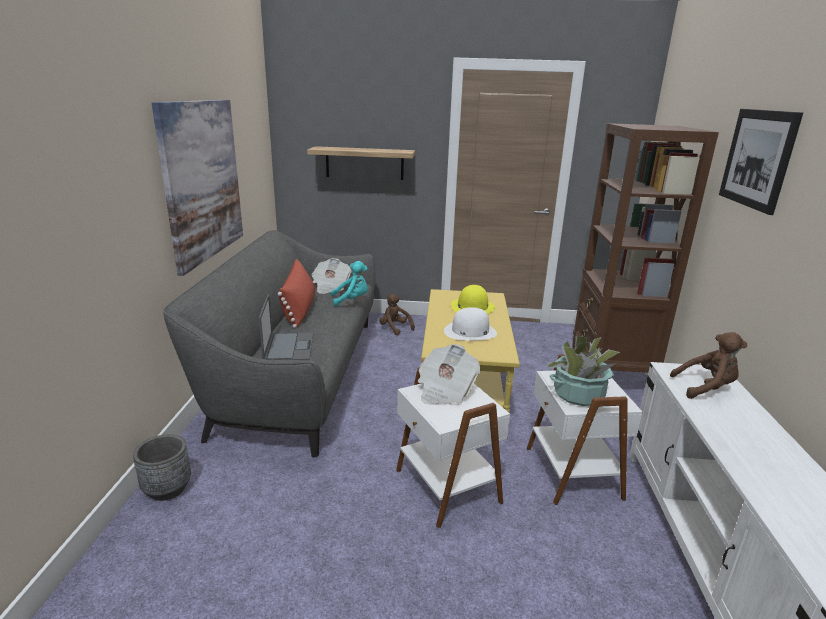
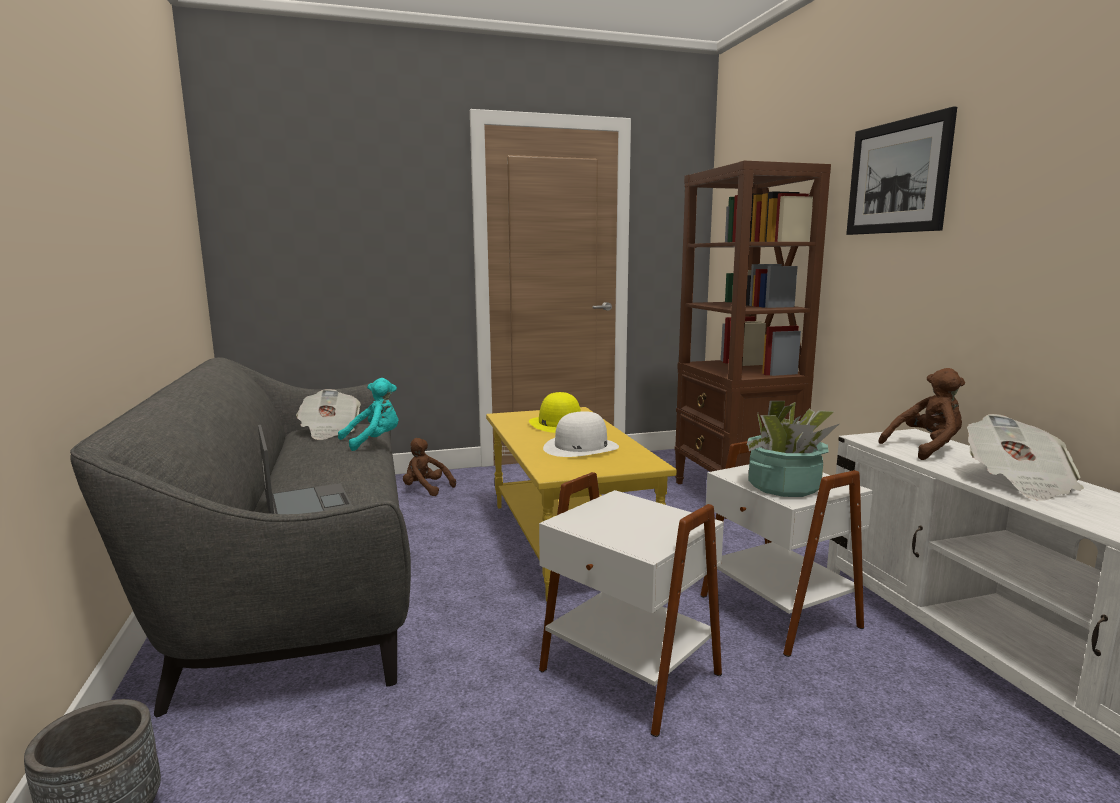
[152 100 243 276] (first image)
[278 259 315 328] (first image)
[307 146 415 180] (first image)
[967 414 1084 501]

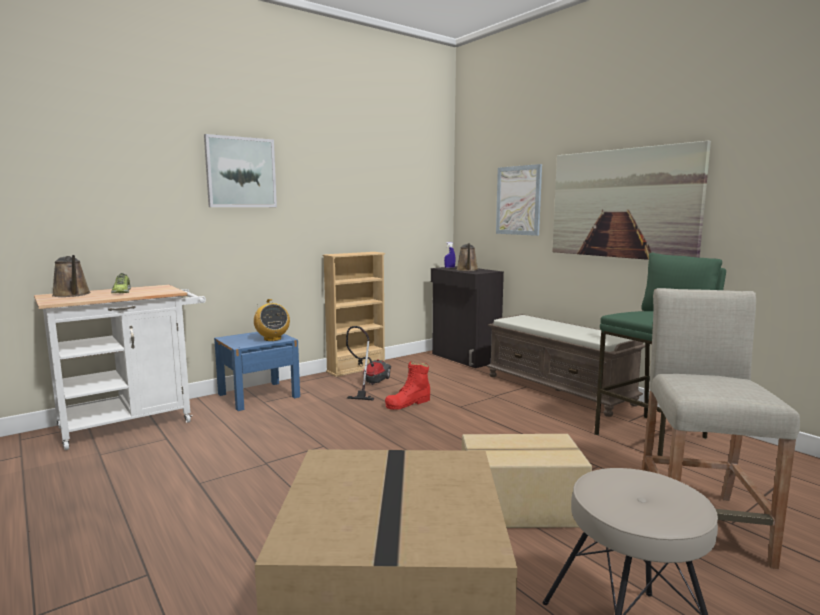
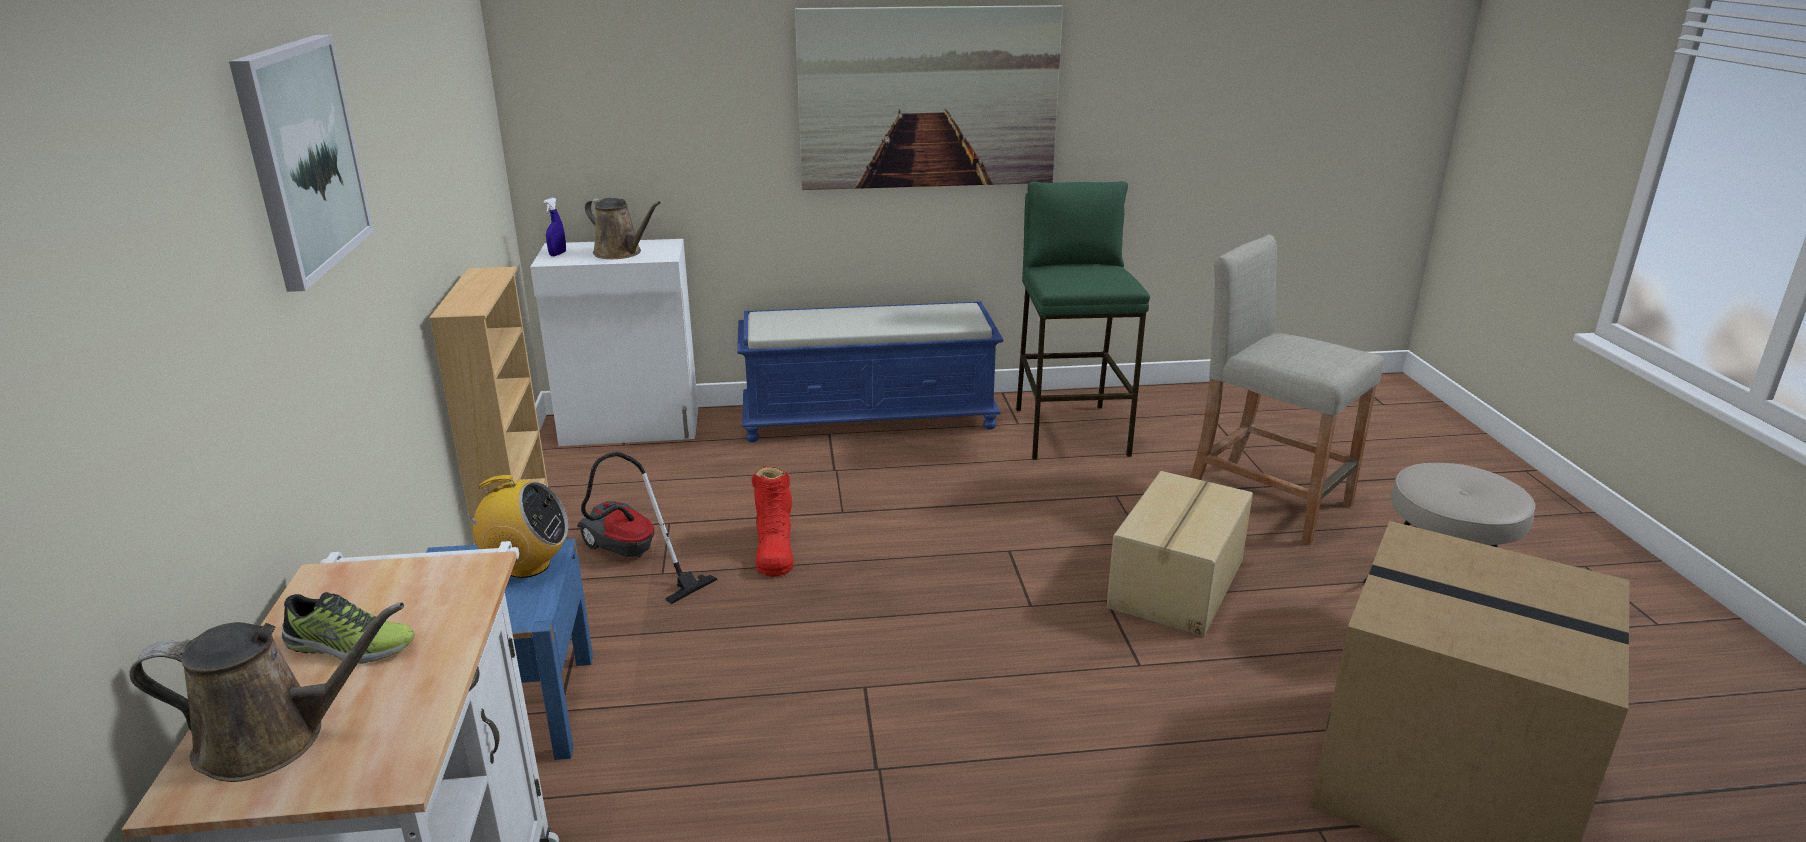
[530 239 698 446]
[737 301 1004 442]
[496 164 542 236] (first image)

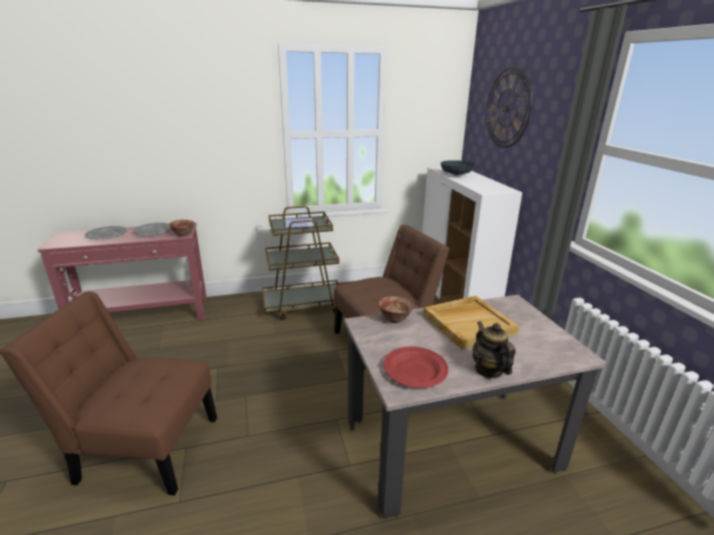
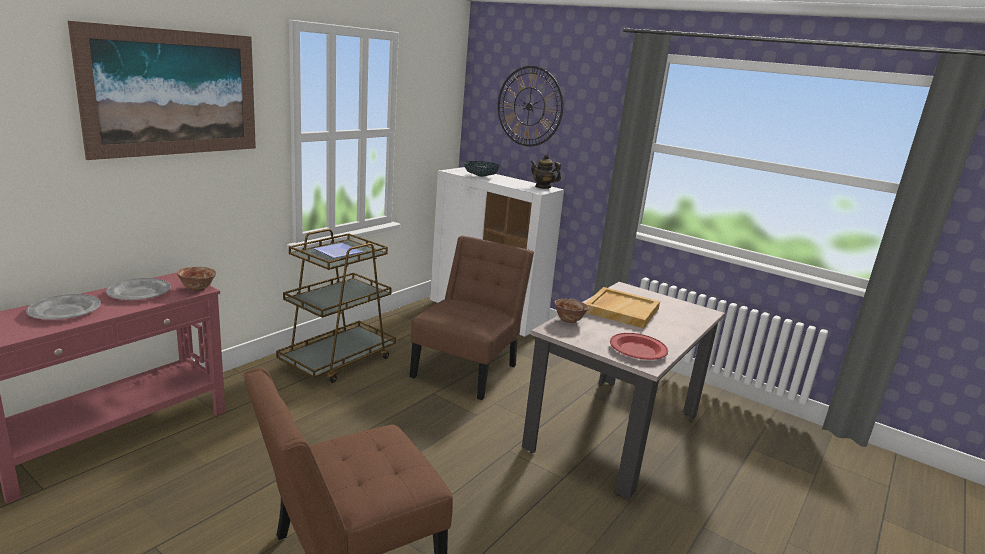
[530 154 561 189]
[68 21 256 160]

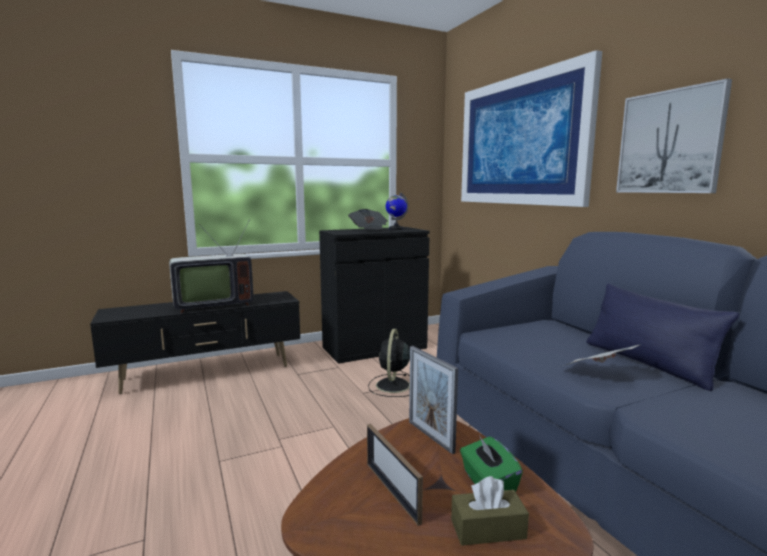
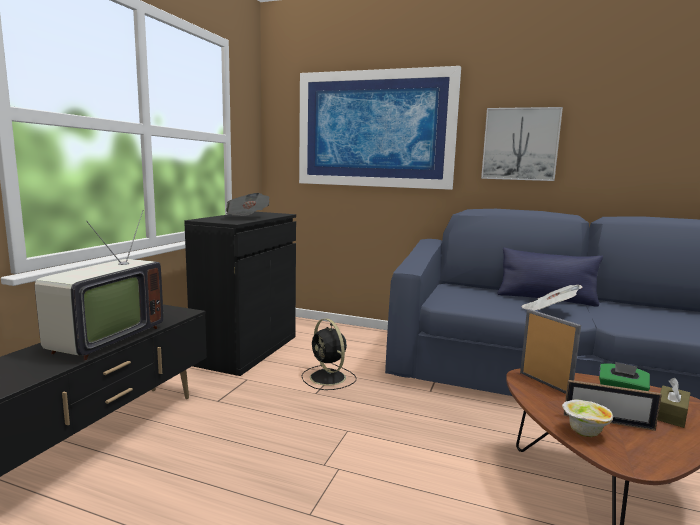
[386 193 408 230] (first image)
[520 309 581 394]
[562 399 613 437]

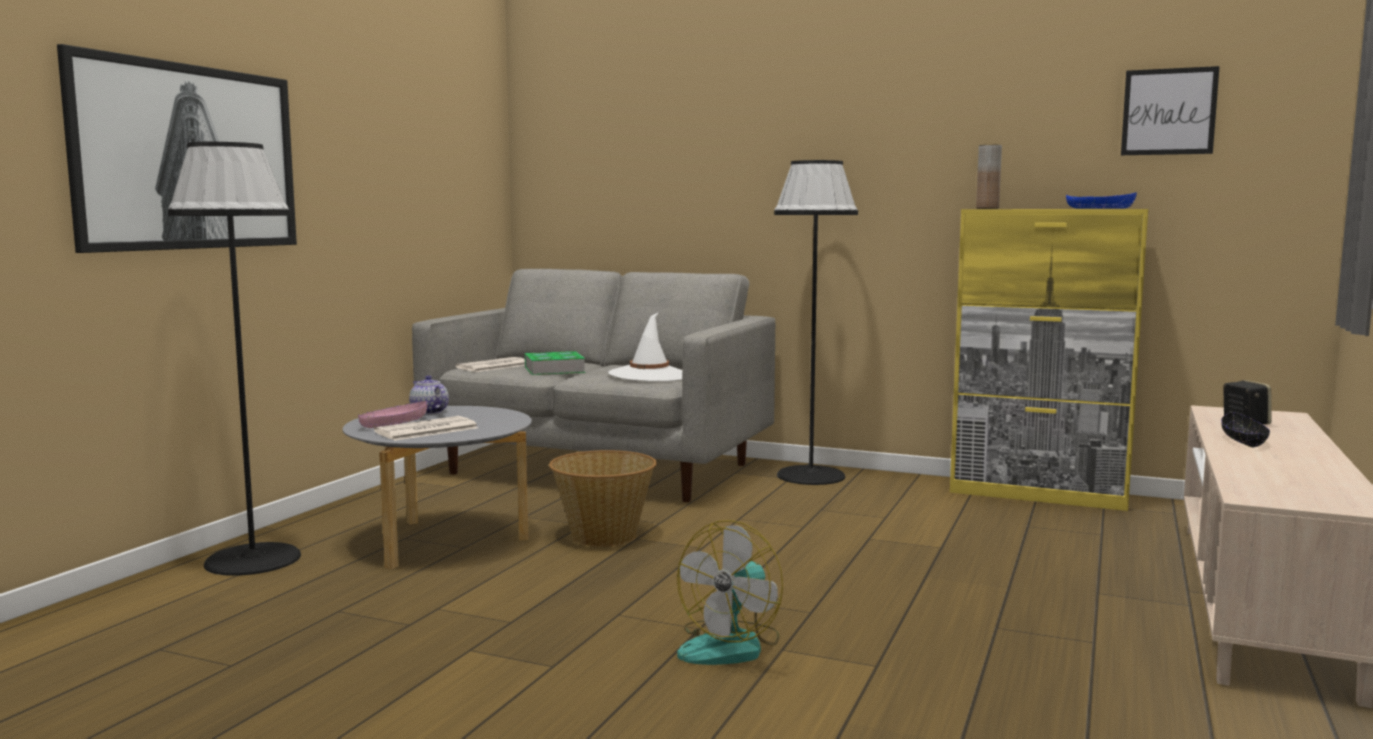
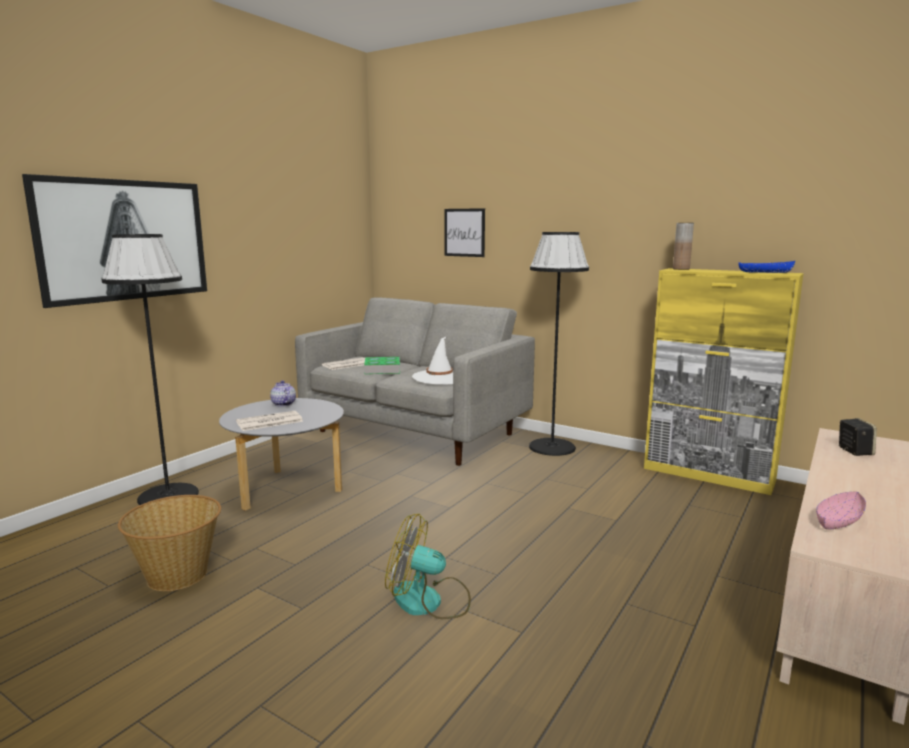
[816 491 866 530]
[118 495 221 591]
[385 514 471 619]
[444 208 485 257]
[1221 412 1270 447] (first image)

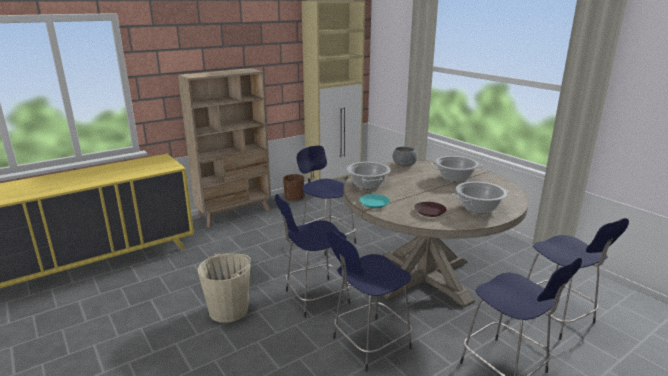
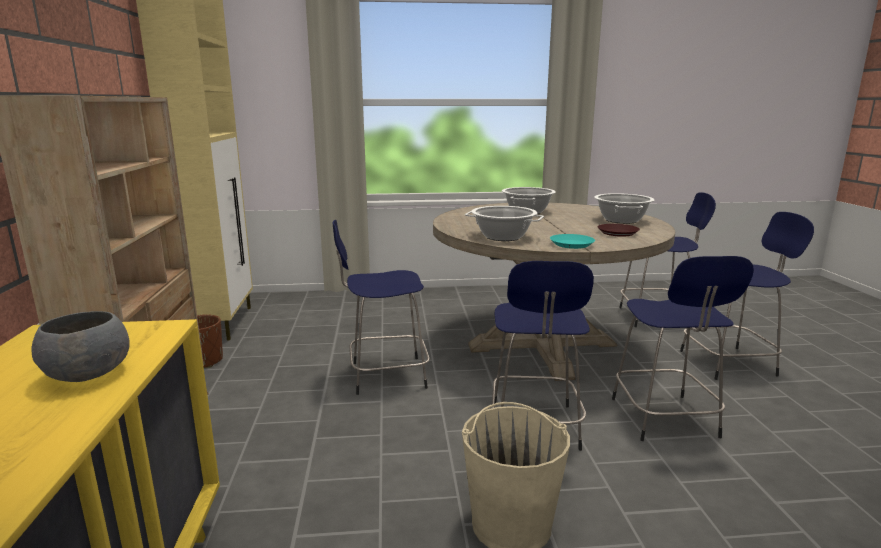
[32 311 130 382]

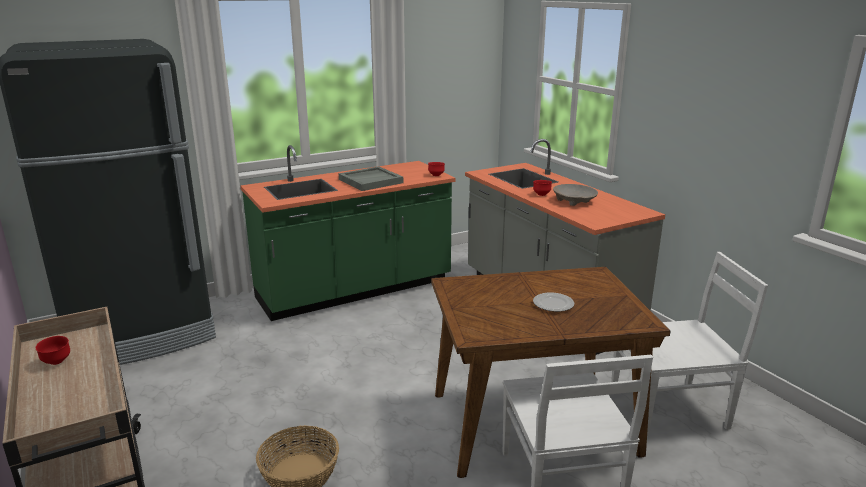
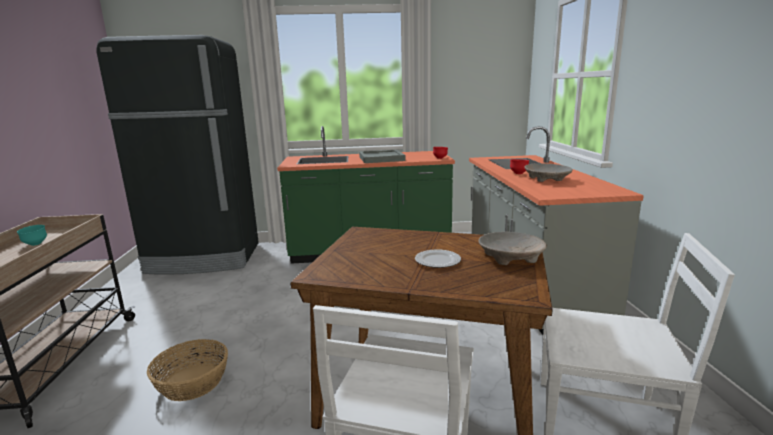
[17 225 47 246]
[478 232 547 265]

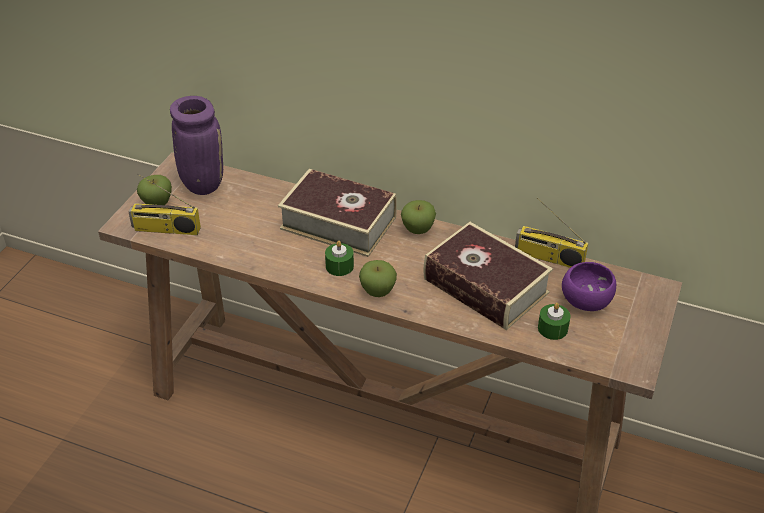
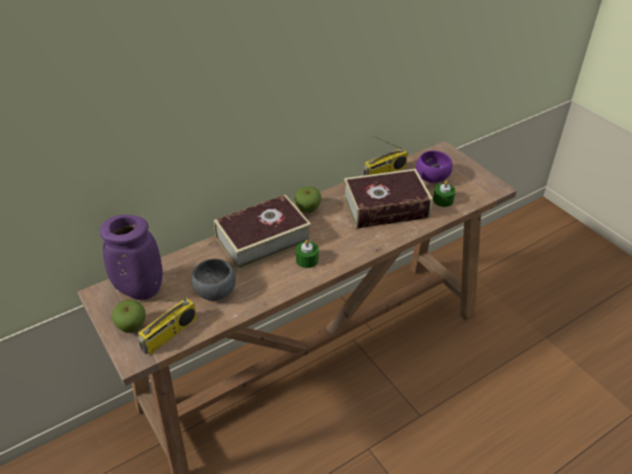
[359 260 397 297] (first image)
[191 259 236 301]

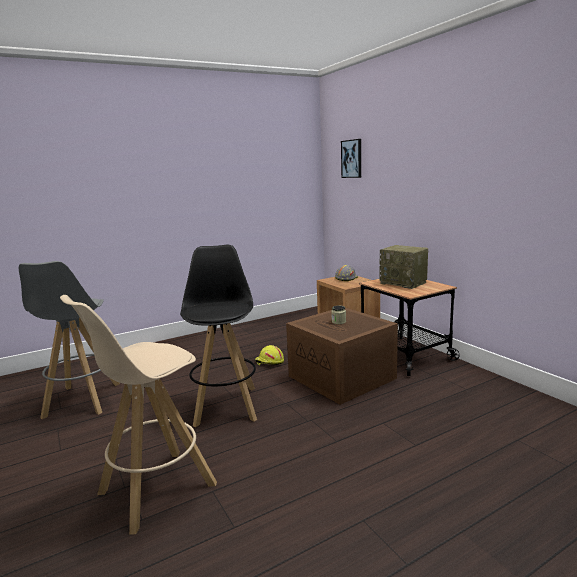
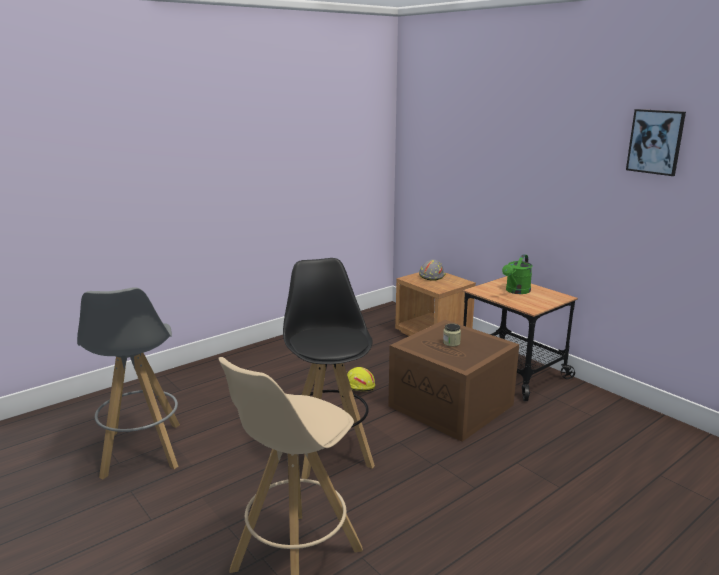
[626 109 686 176]
[502 254 533 294]

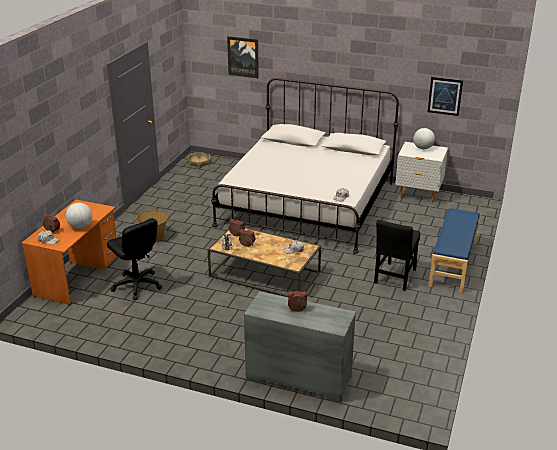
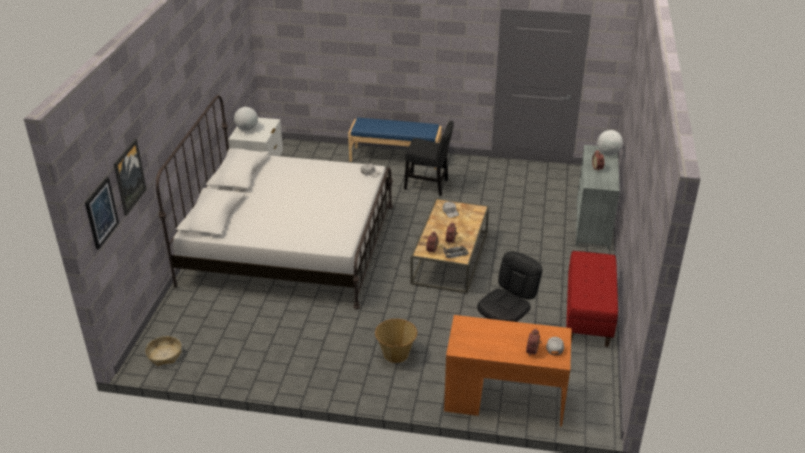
[597 130 623 155]
[85 177 119 250]
[566 251 618 347]

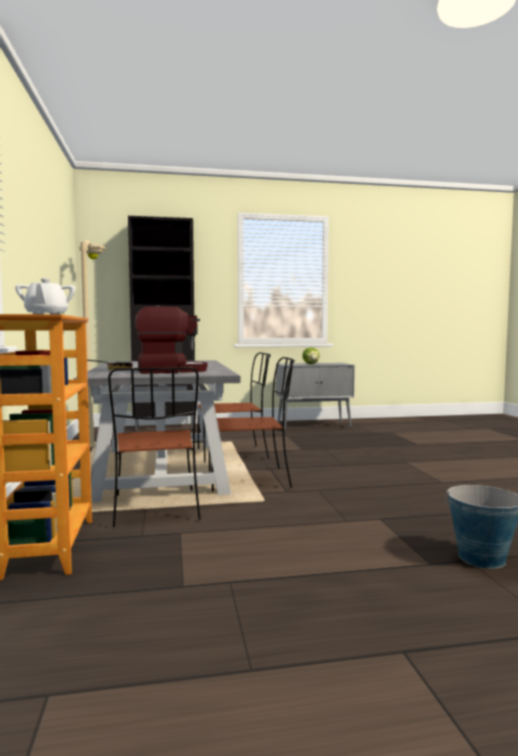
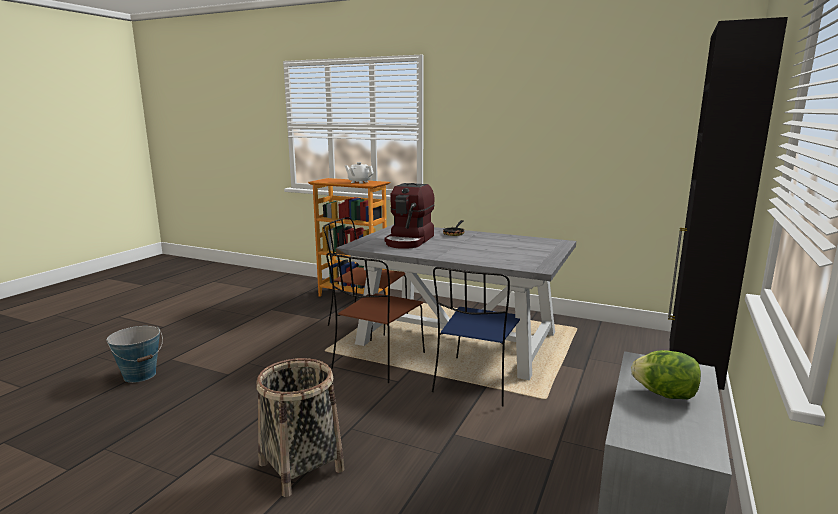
[79 240 106 448] (first image)
[432 267 520 406]
[256 358 345 497]

